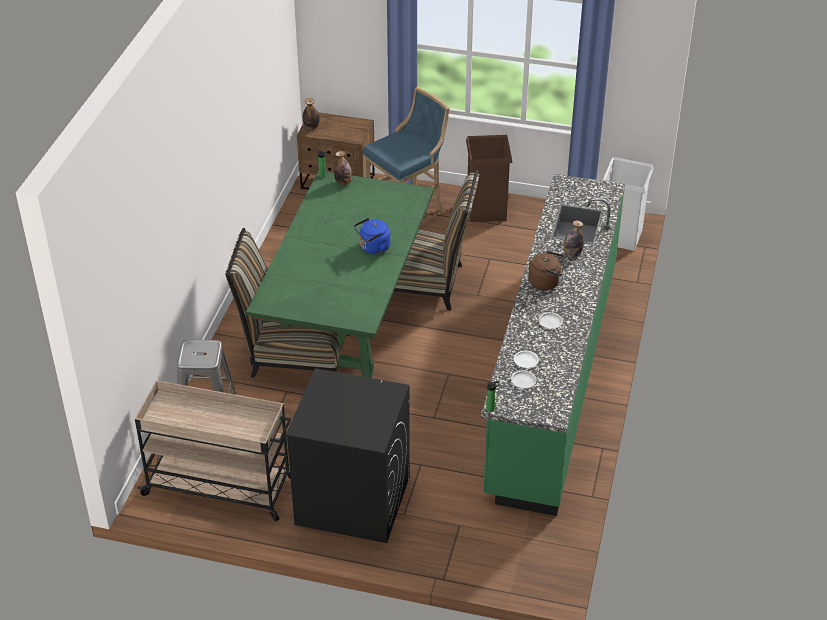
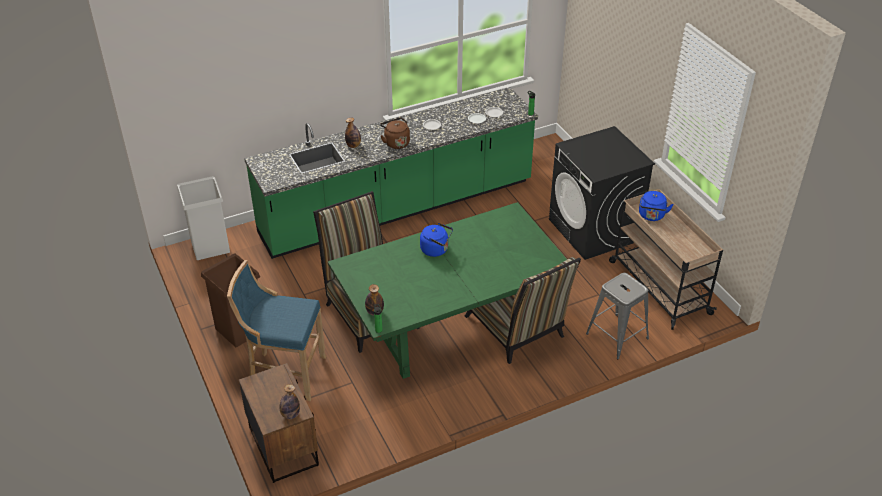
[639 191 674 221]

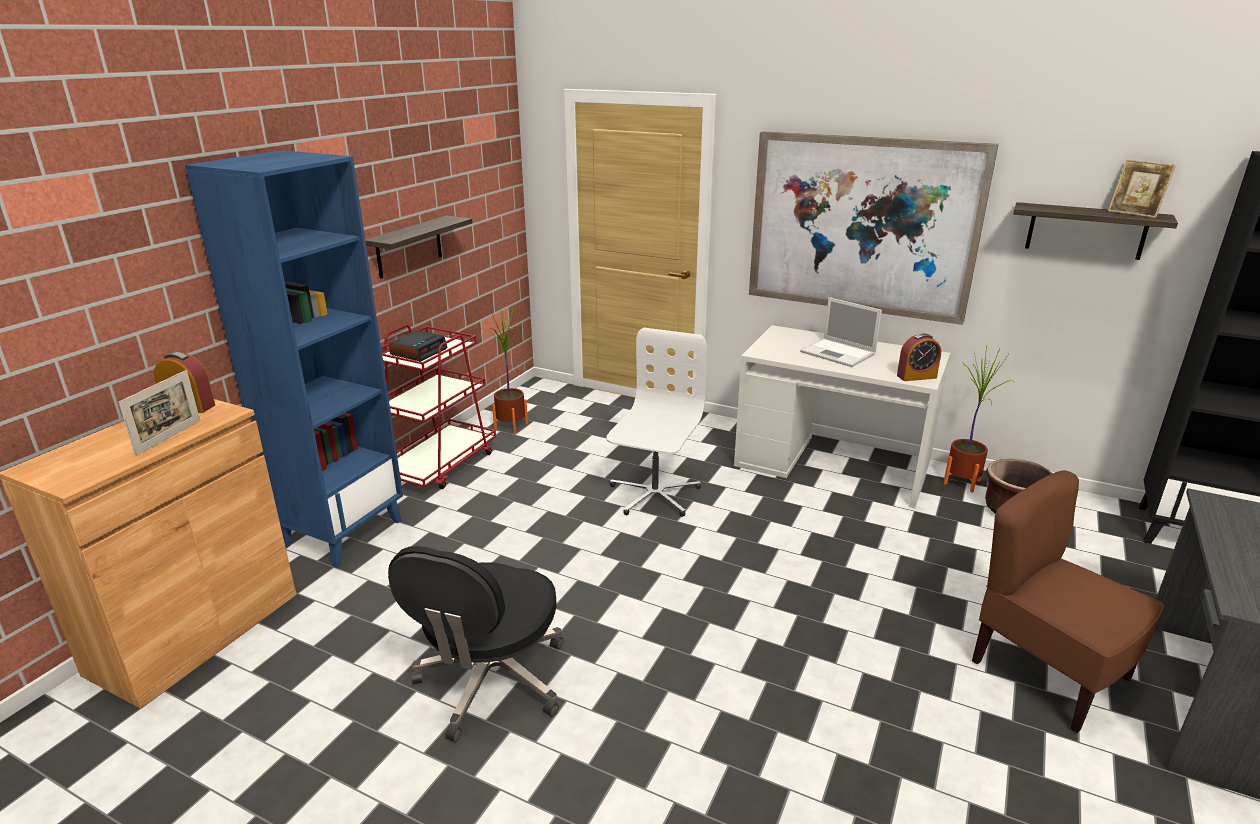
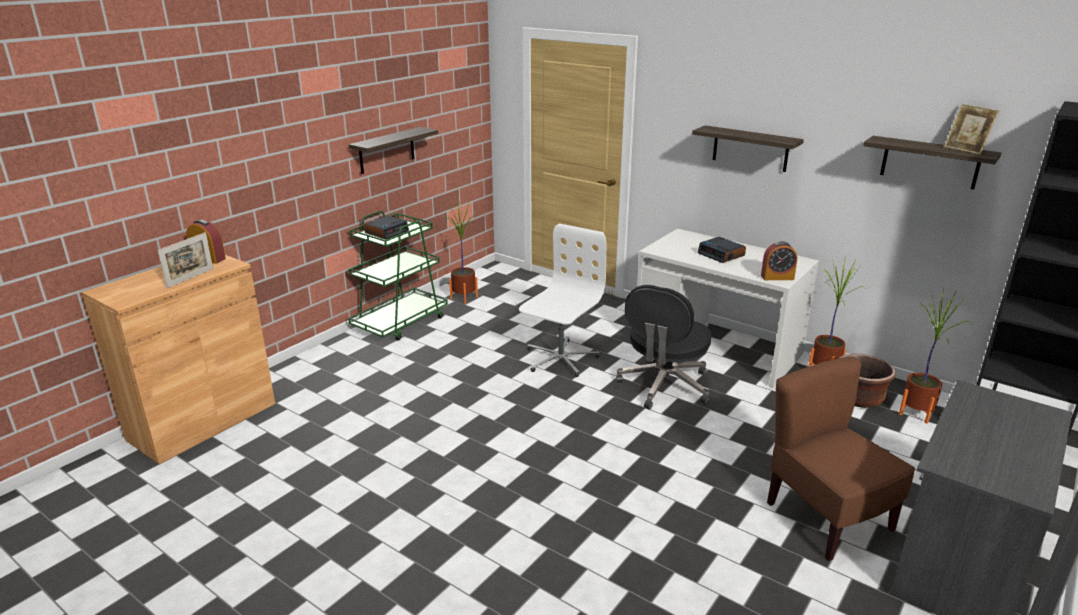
[185 150 403 568] (first image)
[348 211 448 341]
[616 285 711 410]
[692 125 804 172]
[698 237 746 263]
[899 287 971 424]

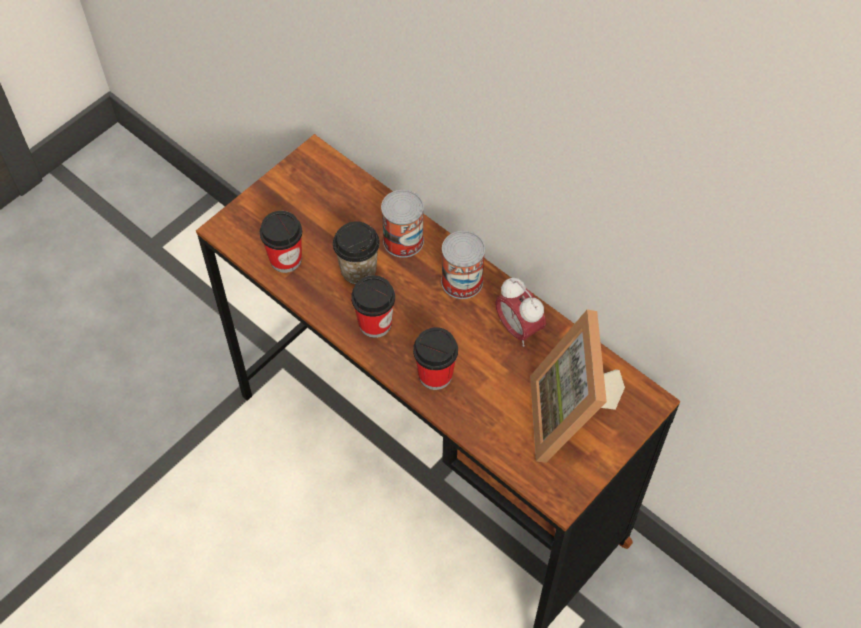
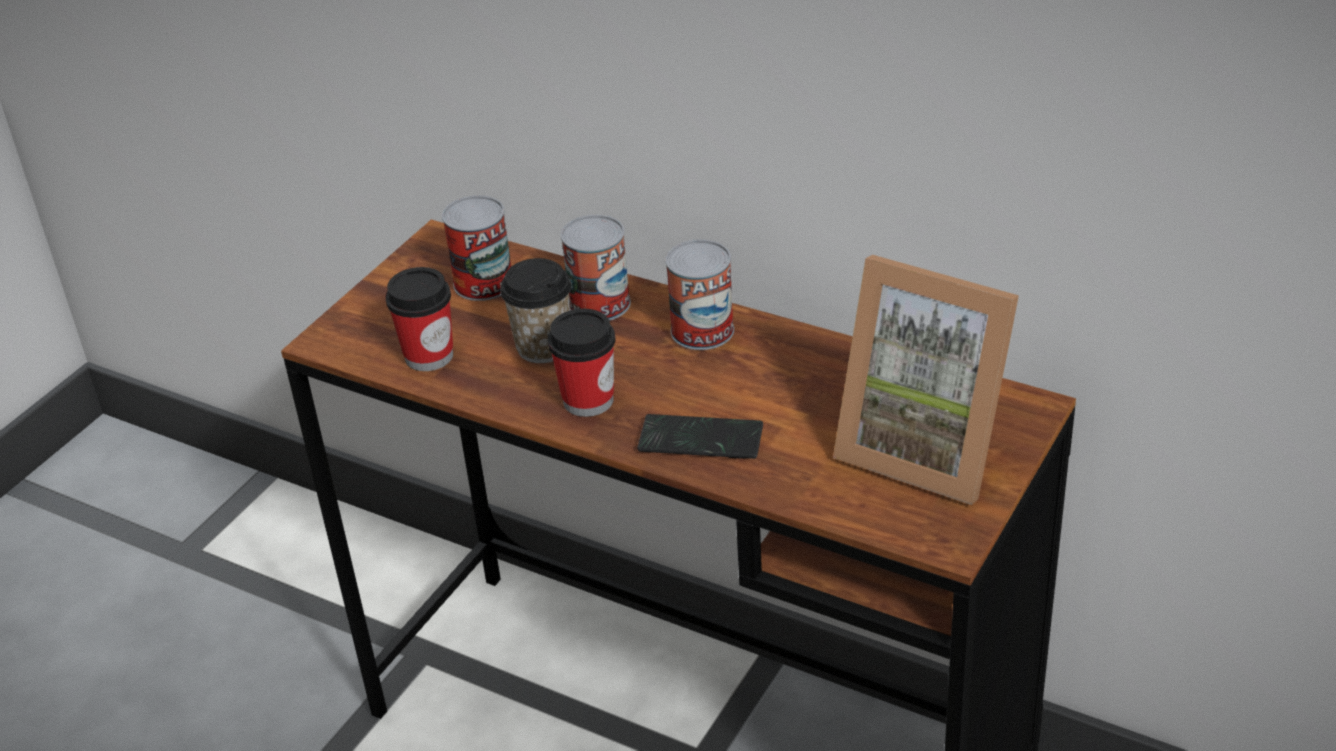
[637 414 763 459]
[495 278 546 347] (first image)
[833 255 1019 505]
[442 195 511 301]

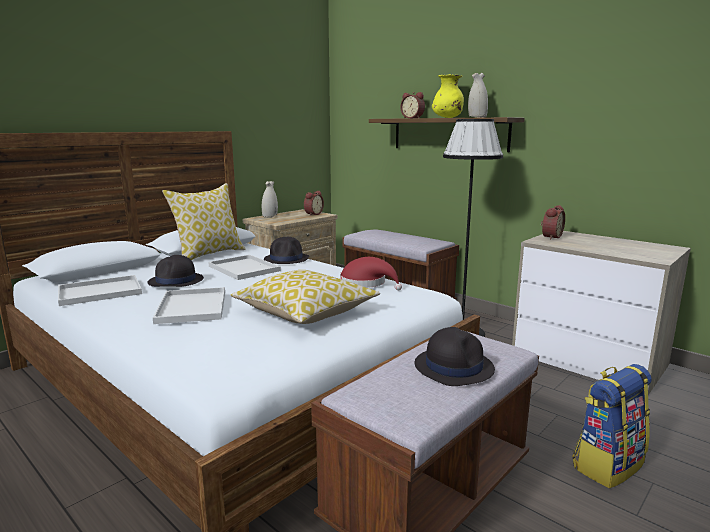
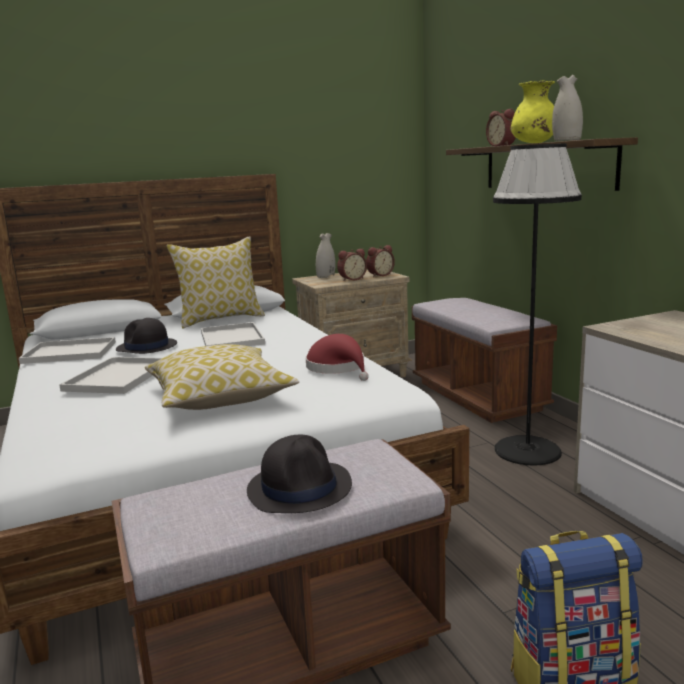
[264 237 309 264] (first image)
[337 249 367 281]

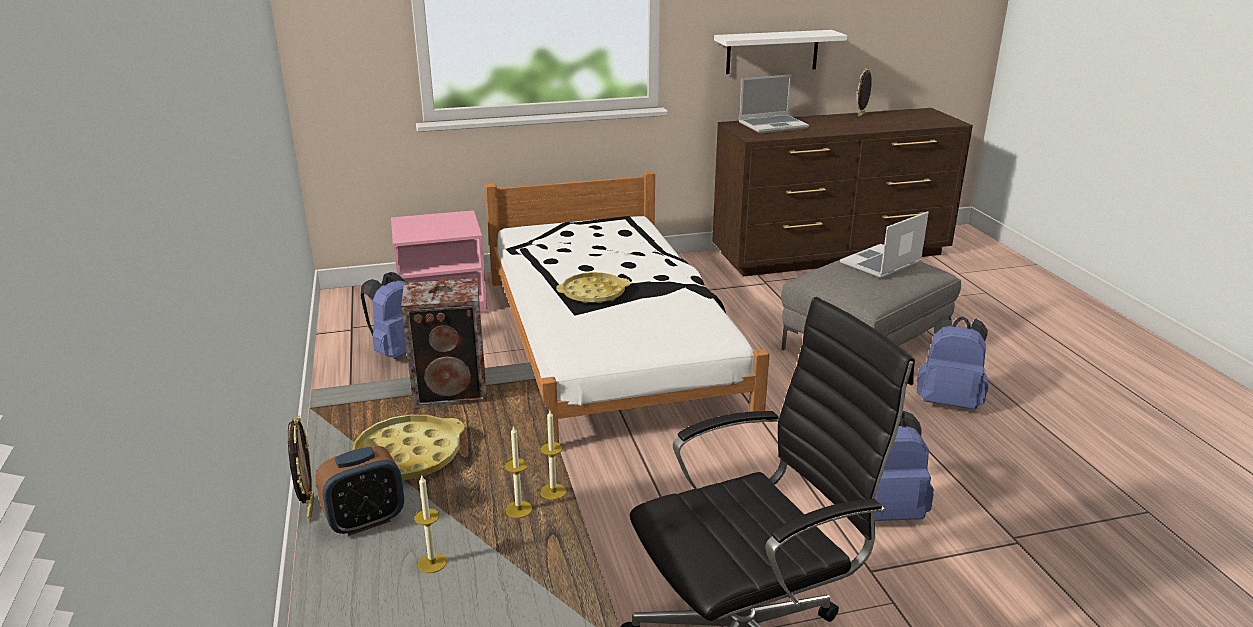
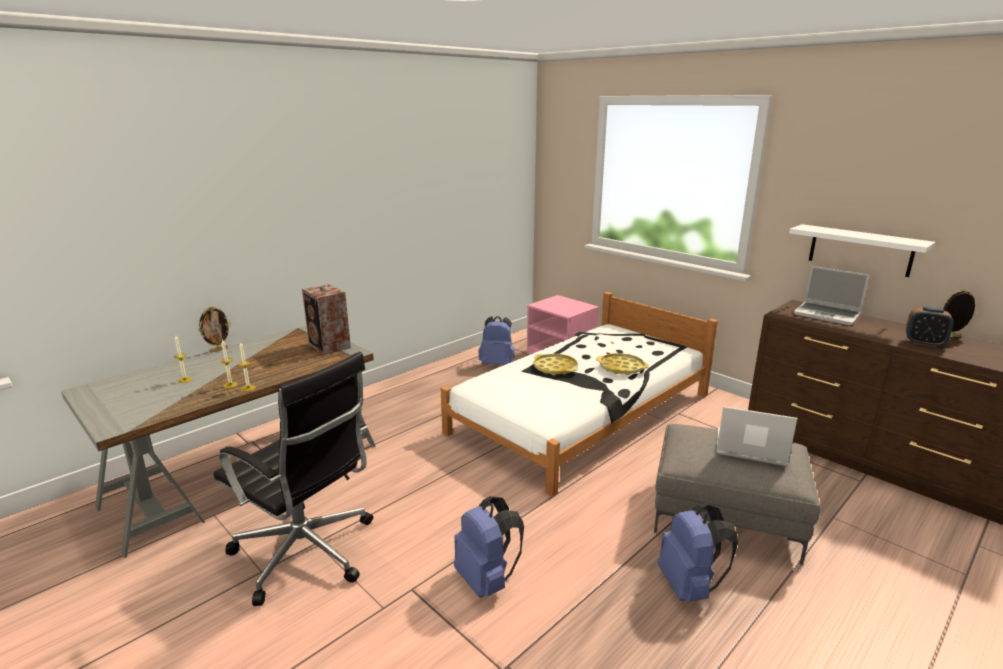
[906 306 954 348]
[596 353 649 375]

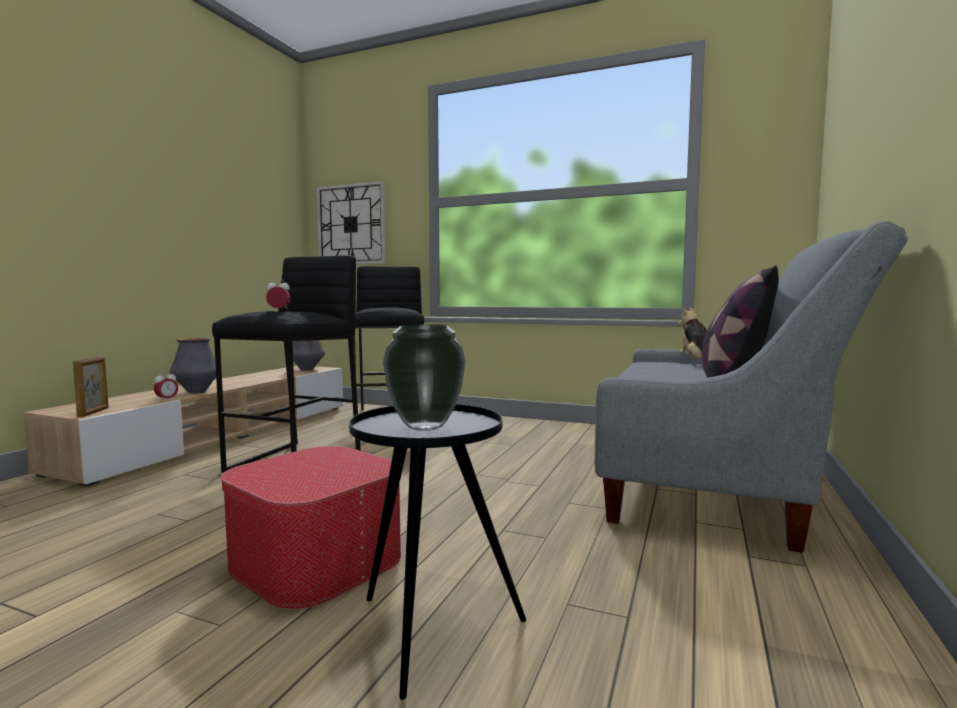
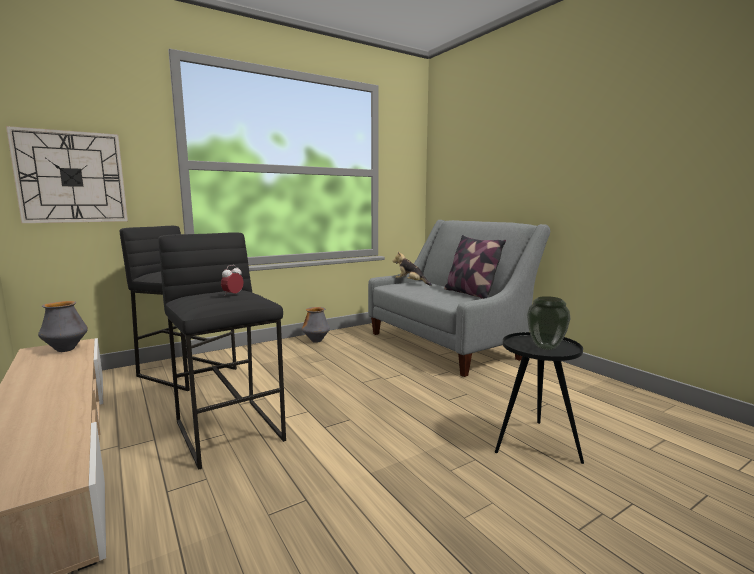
[73 357 109 417] (first image)
[154 371 178 402] (first image)
[302 307 330 343]
[221 446 401 609] (first image)

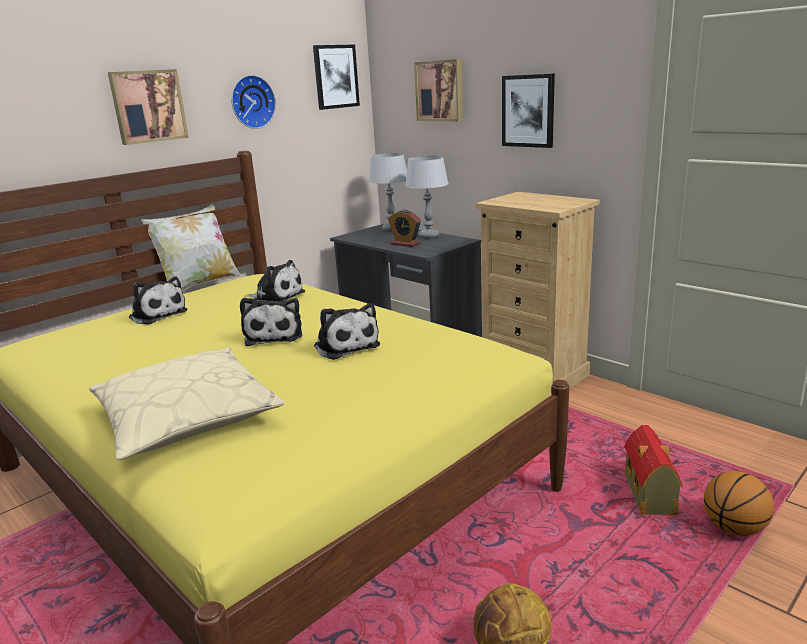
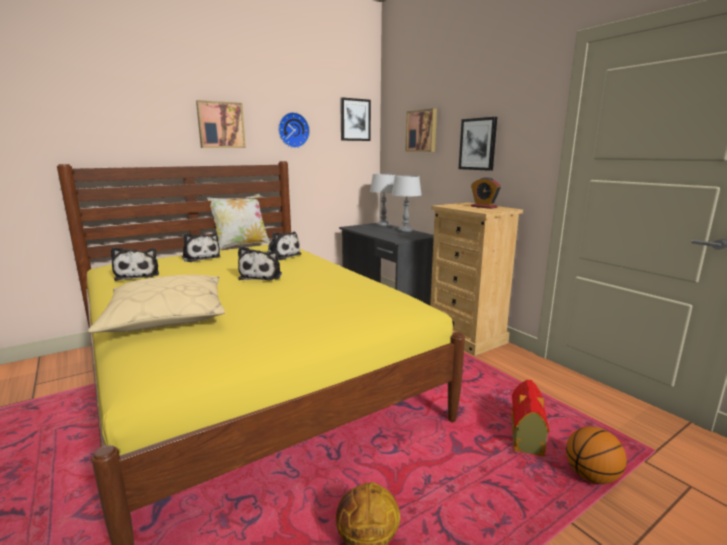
[111 247 159 281]
[471 177 501 209]

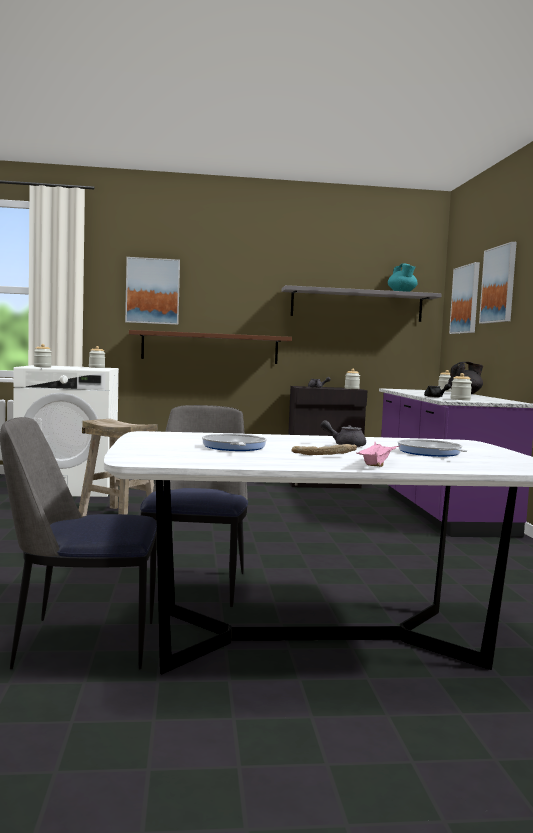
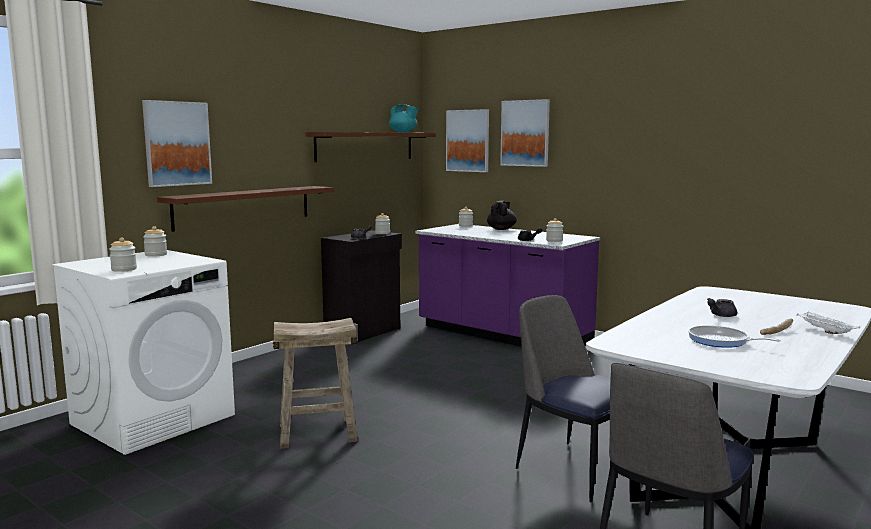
[305 132 436 162]
[796 311 860 334]
[397 439 467 457] (first image)

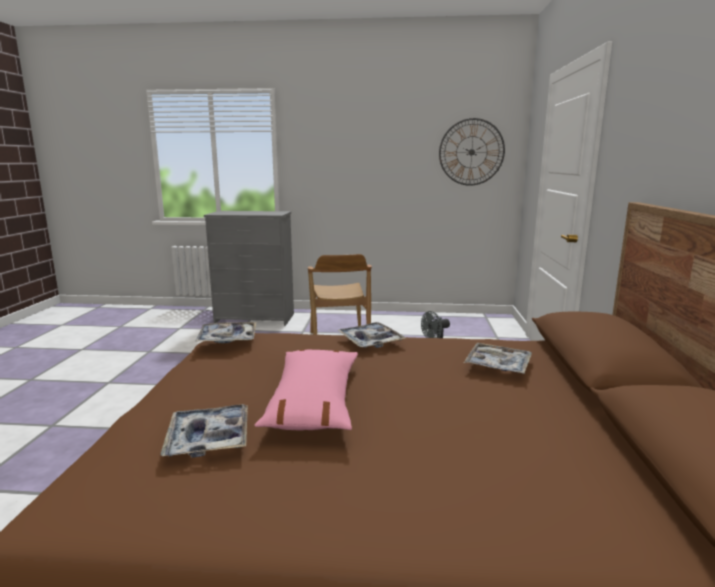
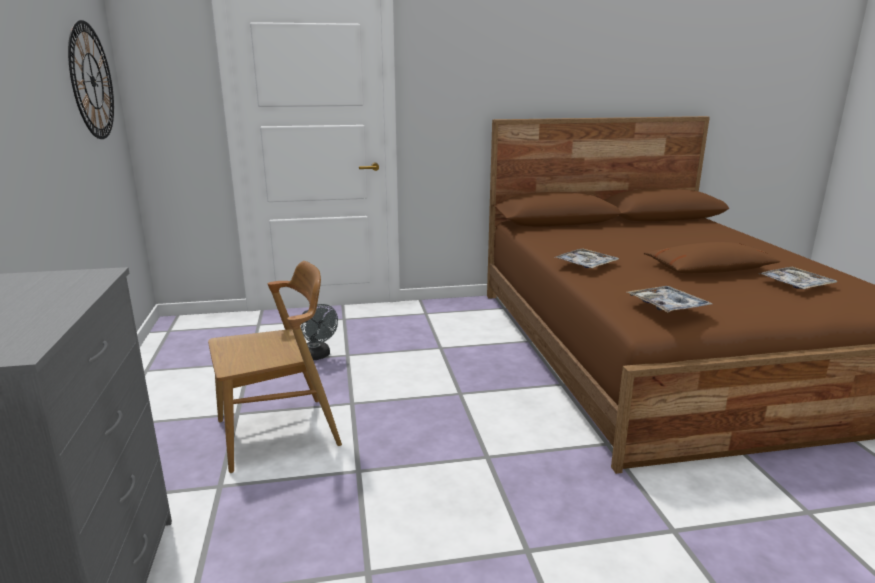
[644 242 780 274]
[464 343 532 374] (first image)

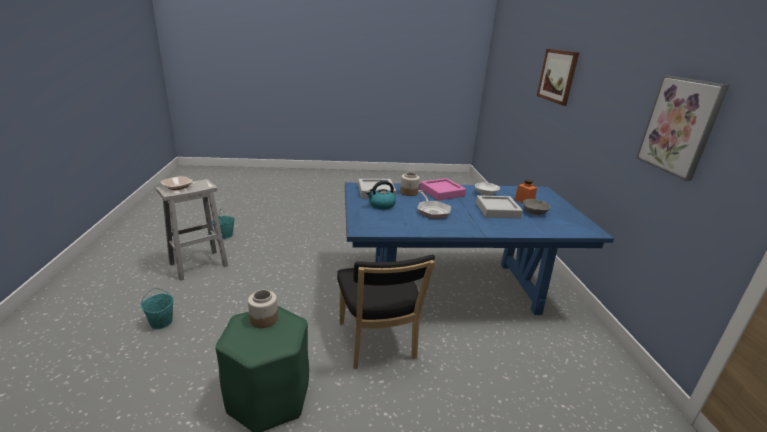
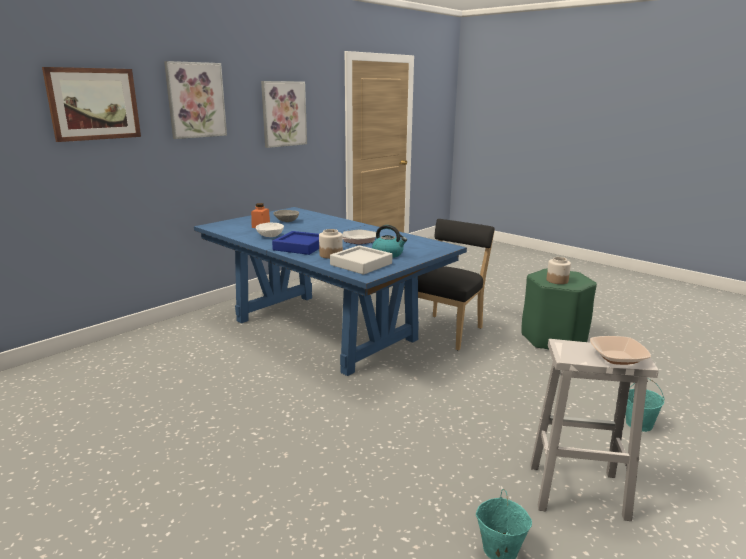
[272 231 319 255]
[476 195 523 218] (first image)
[164 61 227 139]

